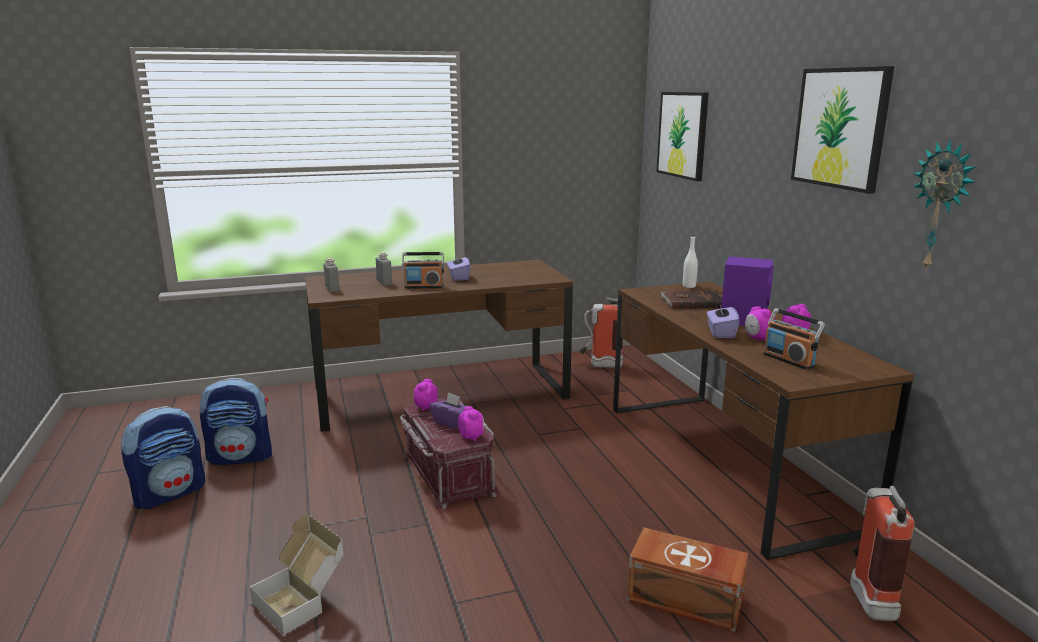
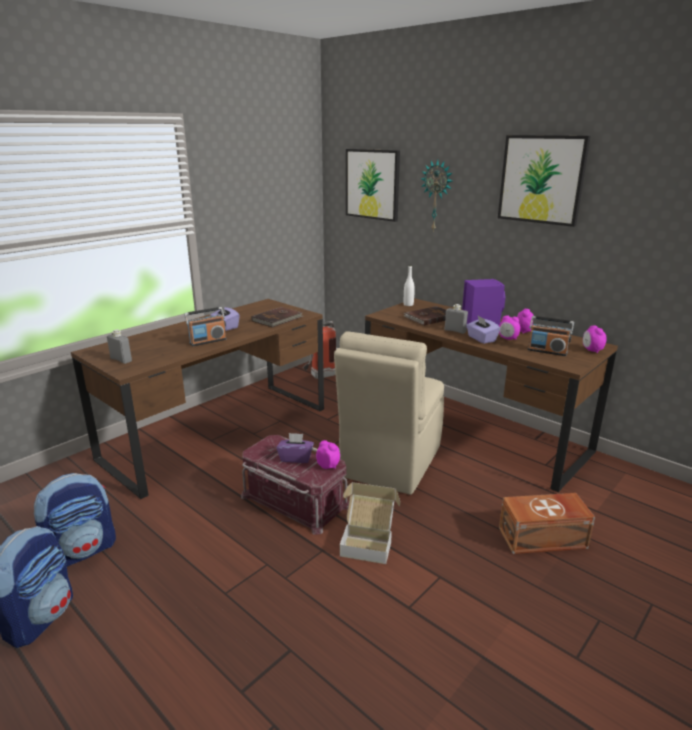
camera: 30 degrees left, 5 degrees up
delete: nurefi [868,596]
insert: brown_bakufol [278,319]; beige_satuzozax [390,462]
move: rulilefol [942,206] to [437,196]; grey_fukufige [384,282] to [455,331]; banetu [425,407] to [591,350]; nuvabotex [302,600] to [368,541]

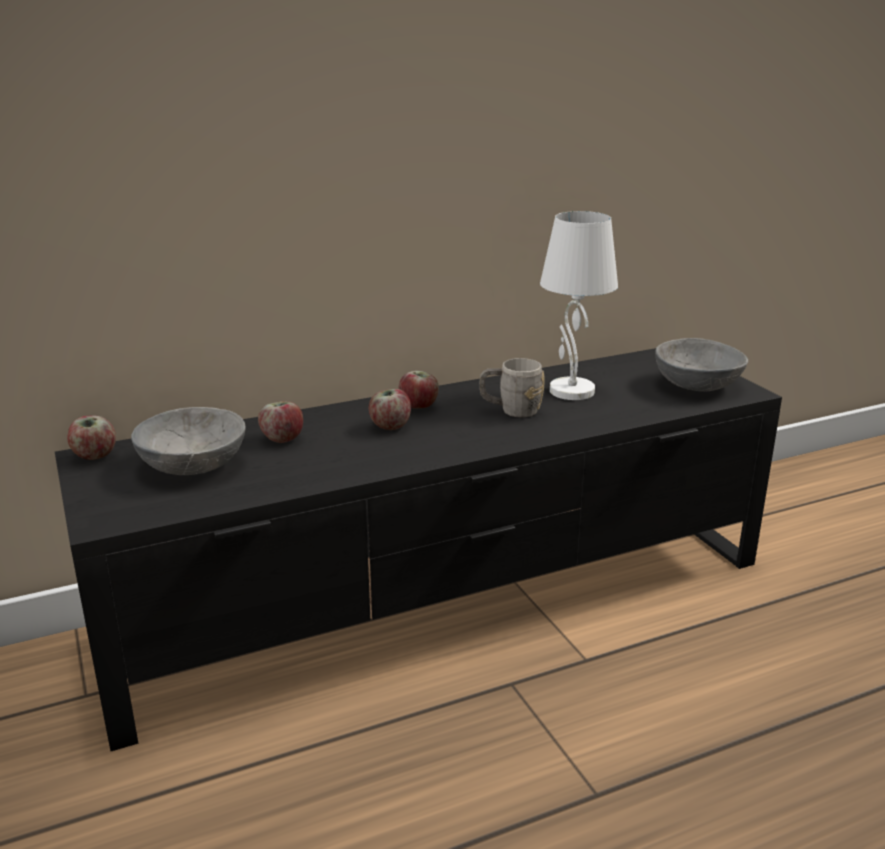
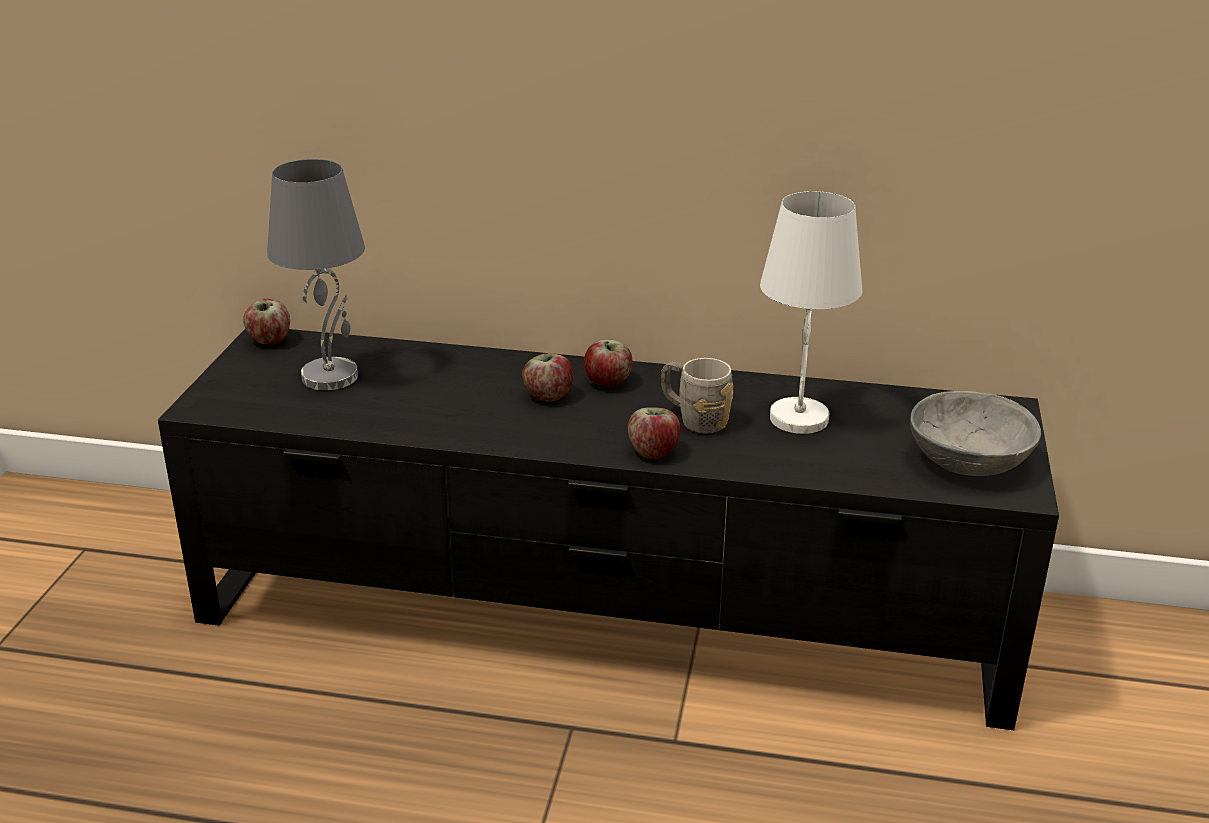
camera: 35 degrees right, 5 degrees up
move: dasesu [282,438] to [654,452]
replace: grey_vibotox [192,464] to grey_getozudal [330,376]

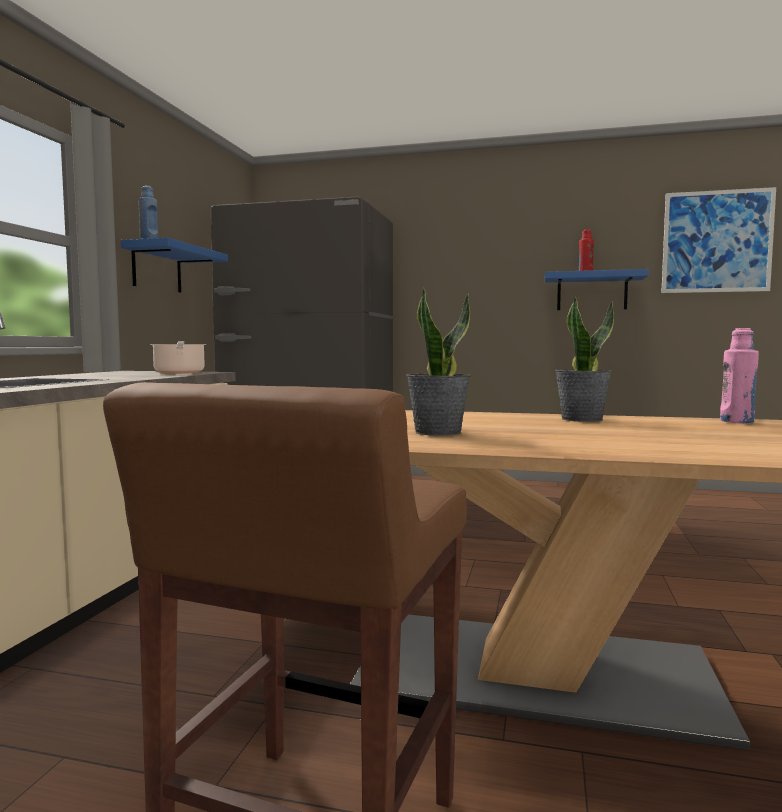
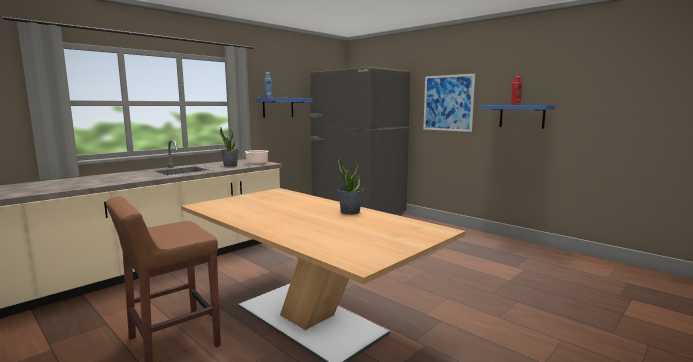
camera: 30 degrees right, 5 degrees up
delete: pink_fukufige [736,421]
move: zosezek [716,241] to [448,103]; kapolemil [437,432] to [230,165]

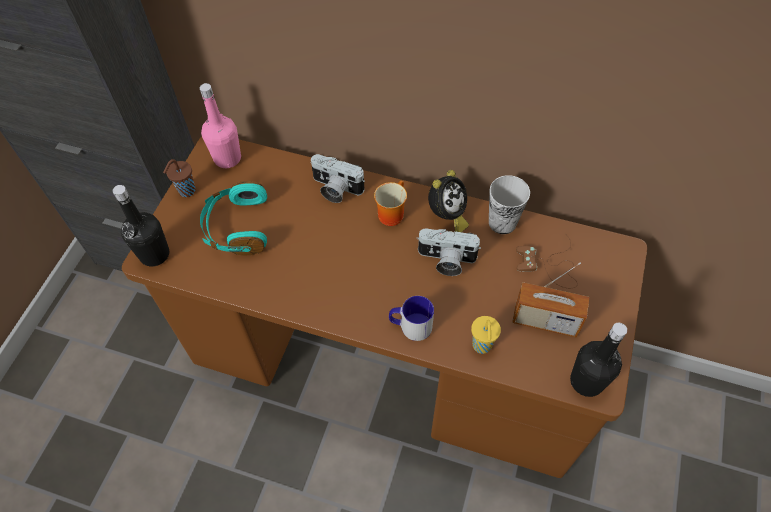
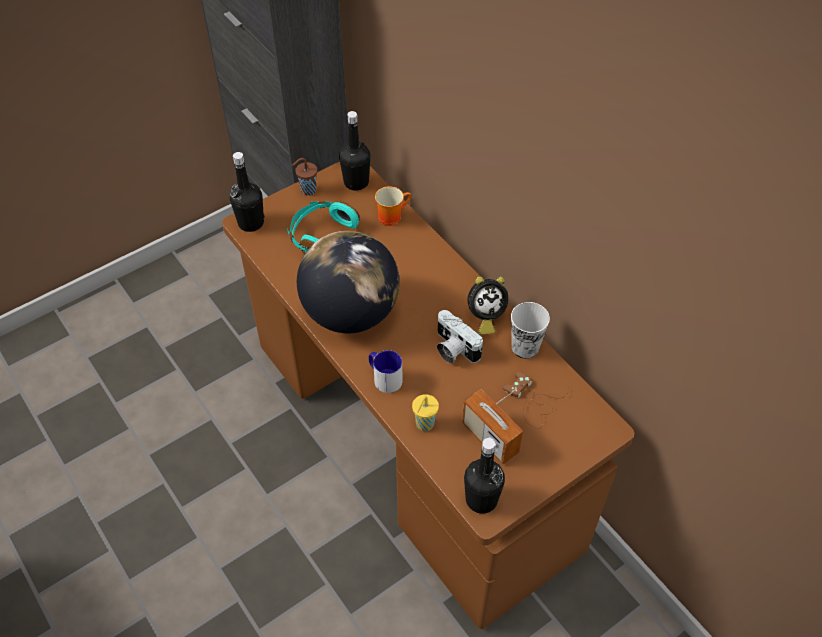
camera: 35 degrees right, 5 degrees down
delete: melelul [335,189]
insert: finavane [350,313]
move: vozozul [390,212] to [391,215]
recolor: pink_fukufige [227,158] to black_fukufige [356,182]

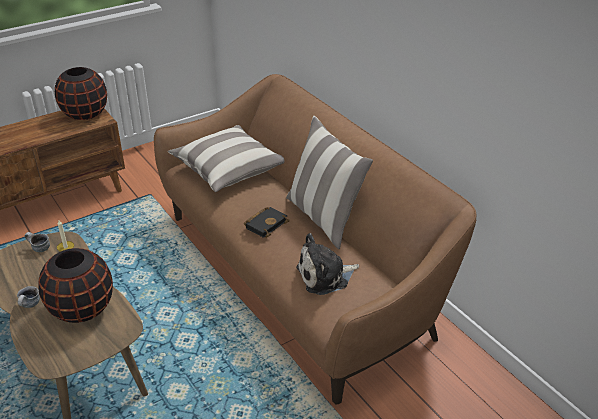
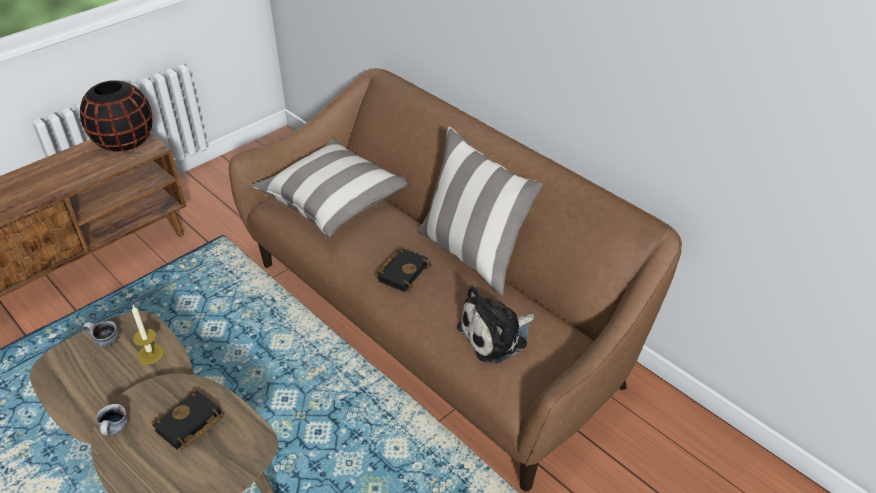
camera: 10 degrees left, 5 degrees up
replace: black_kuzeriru [82,309] to black_bakufol [189,425]

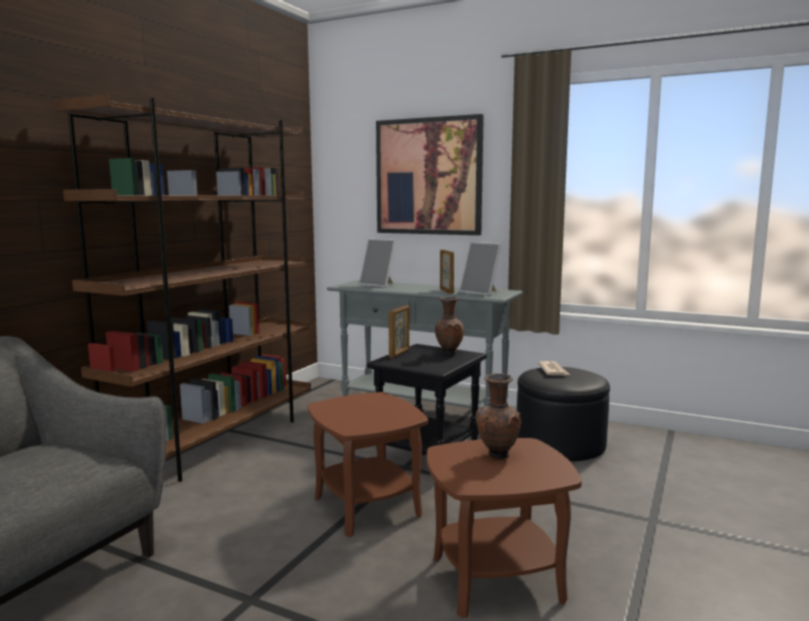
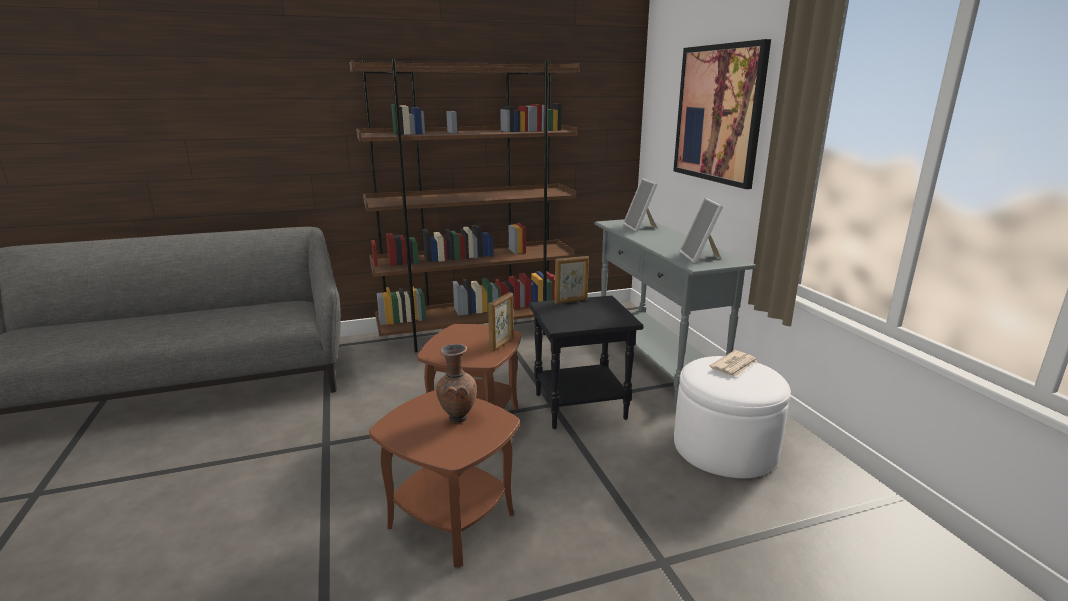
camera: 45 degrees right, 10 degrees up
delete: brown_kuzeriru [448,353]
move: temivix [446,291] to [502,344]
recolor: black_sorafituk [560,444] to white_sorafituk [724,447]

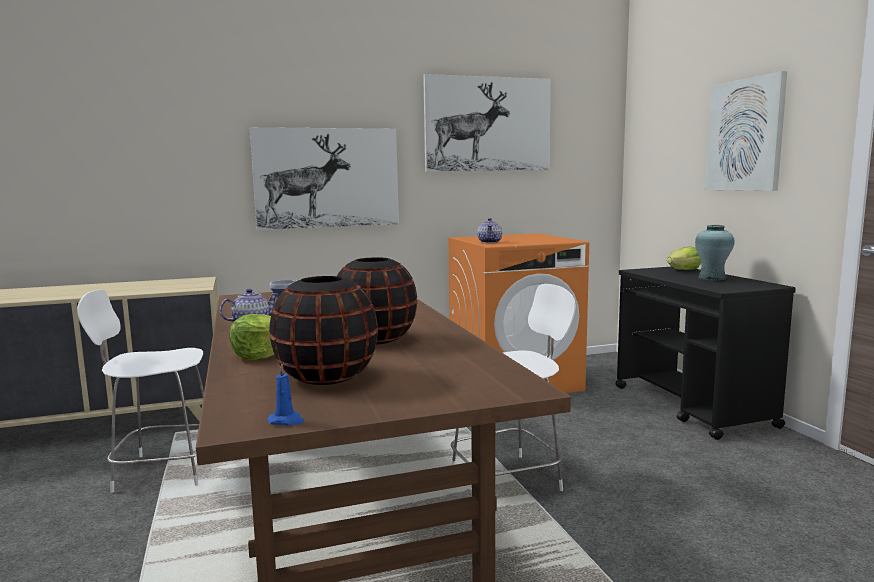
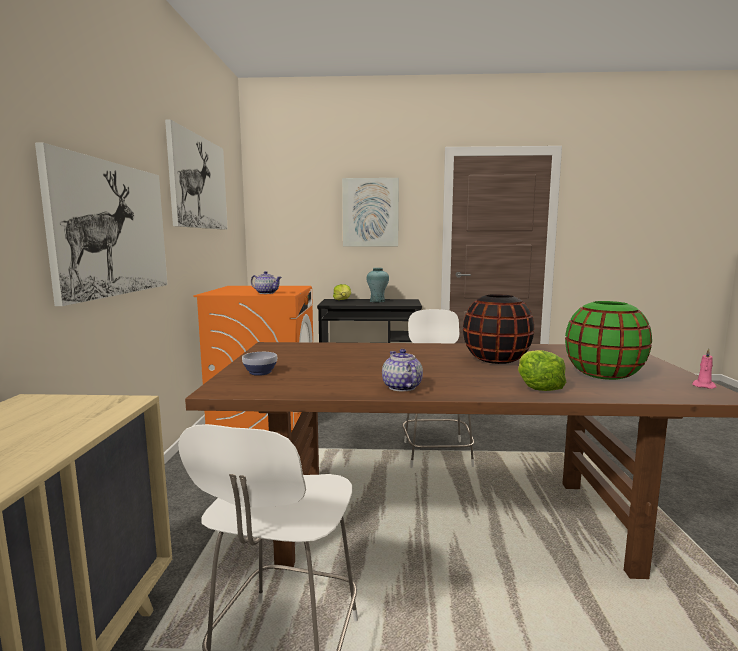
camera: 70 degrees left, 0 degrees up
recolor: black_kuzeriru [326,377] to green_kuzeriru [603,375]; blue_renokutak [286,421] to pink_renokutak [703,386]

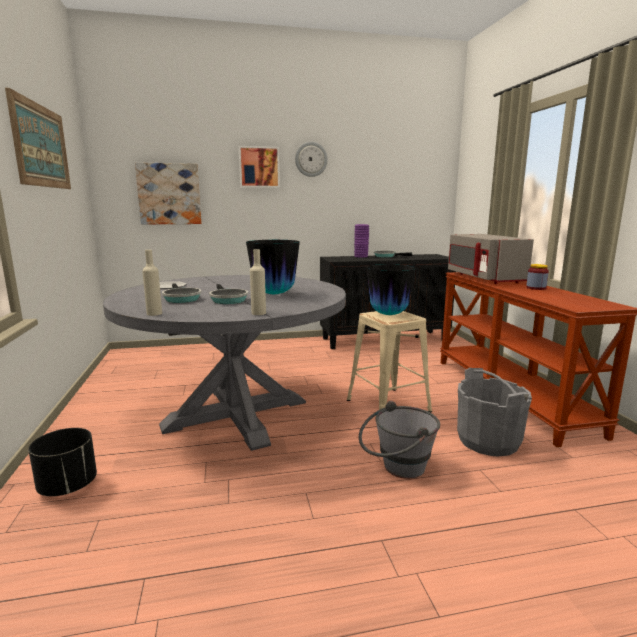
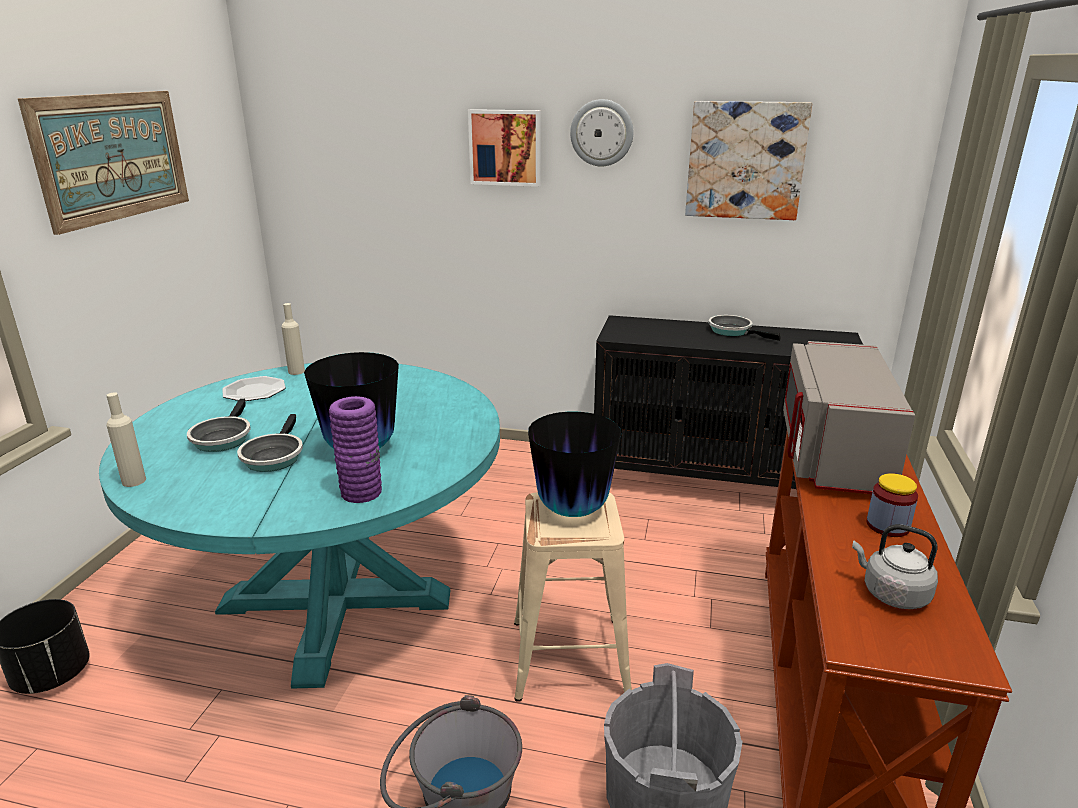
camera: 25 degrees right, 10 degrees up
insert: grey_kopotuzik [891,594]
move: zosezek [169,194] to [745,160]; purple_kuzeriru [361,256] to [361,492]; beige_fukufige [258,313] to [296,371]
recolor: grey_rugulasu [236,413] to turquoise_rugulasu [335,602]

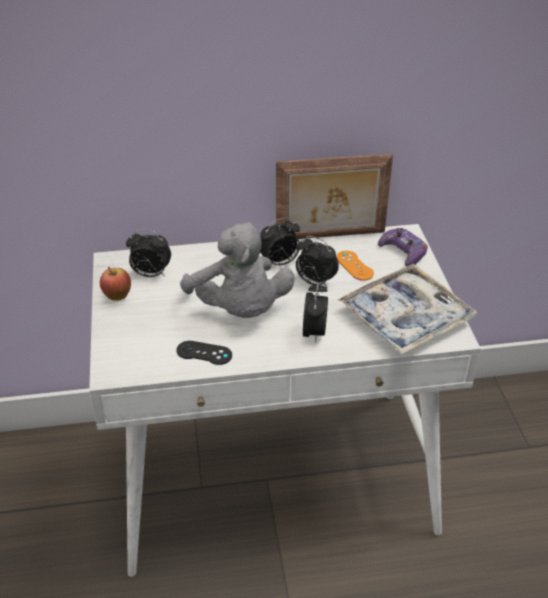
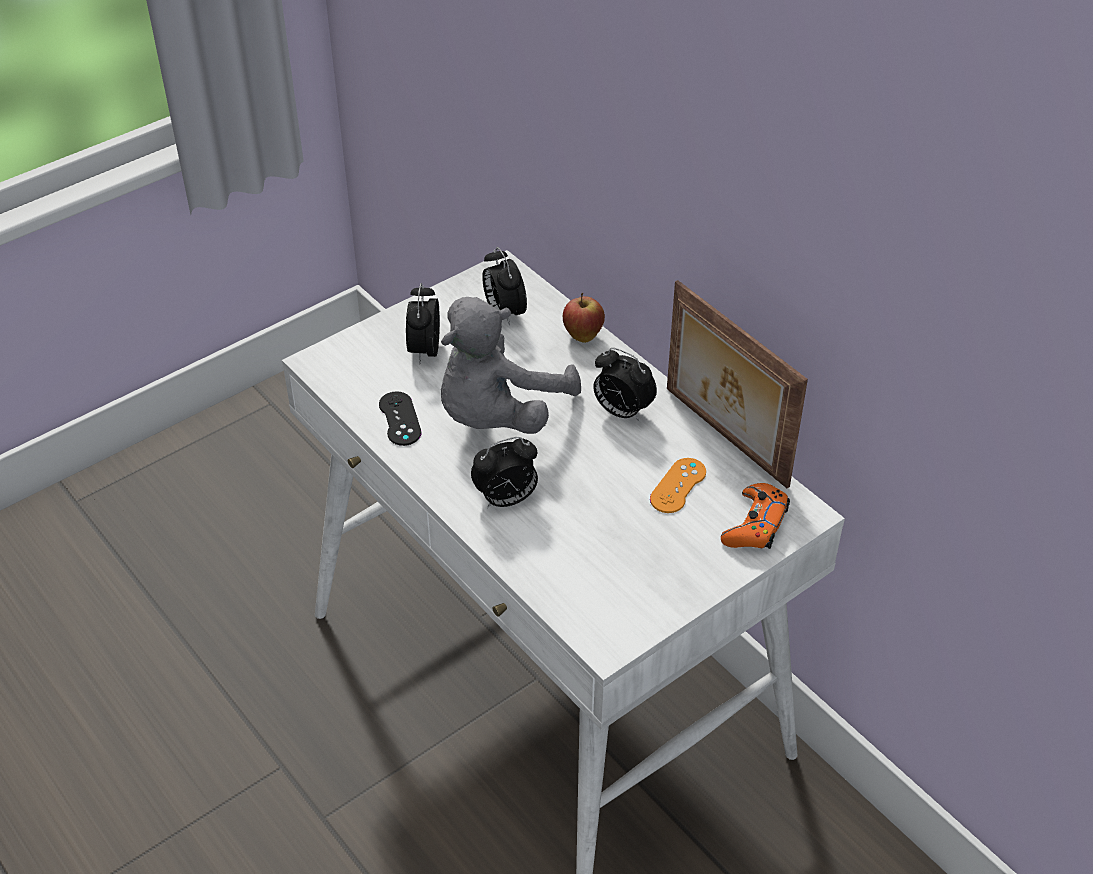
camera: 60 degrees right, 5 degrees up
delete: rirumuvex [405,317]
move: banetu [314,282] to [424,350]; dasesu [117,297] to [582,336]
recolor: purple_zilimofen [403,252] to orange_zilimofen [755,525]

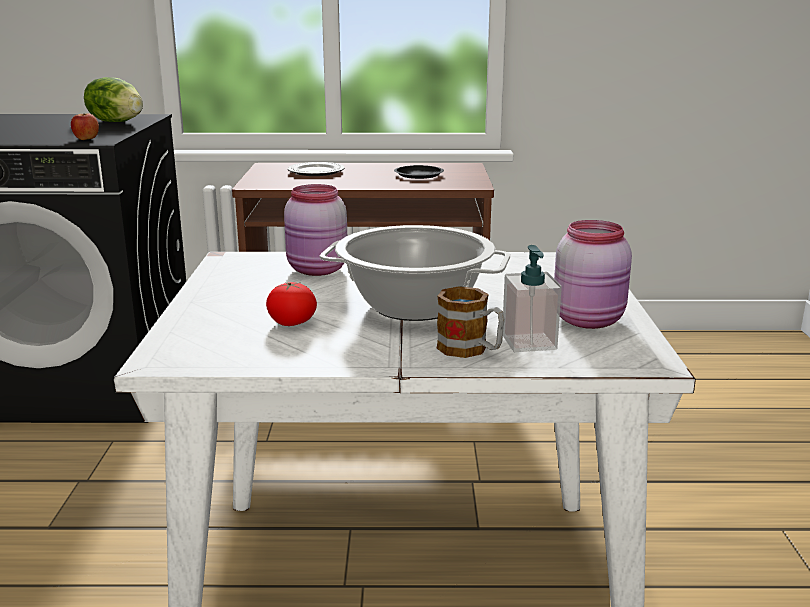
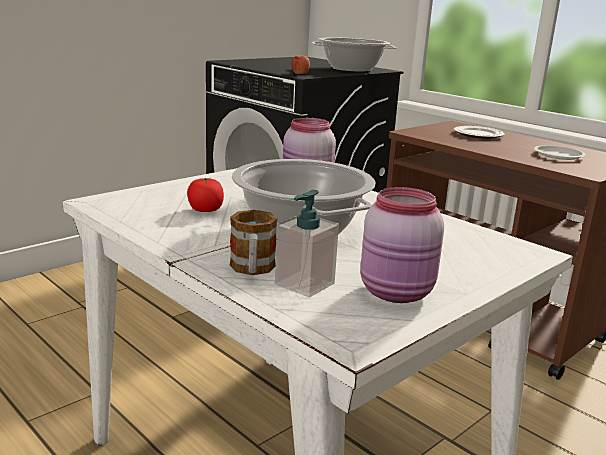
camera: 45 degrees right, 0 degrees up
replace: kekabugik [117,122] to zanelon [352,69]
recolor: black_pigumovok [419,175] to white_pigumovok [559,155]

